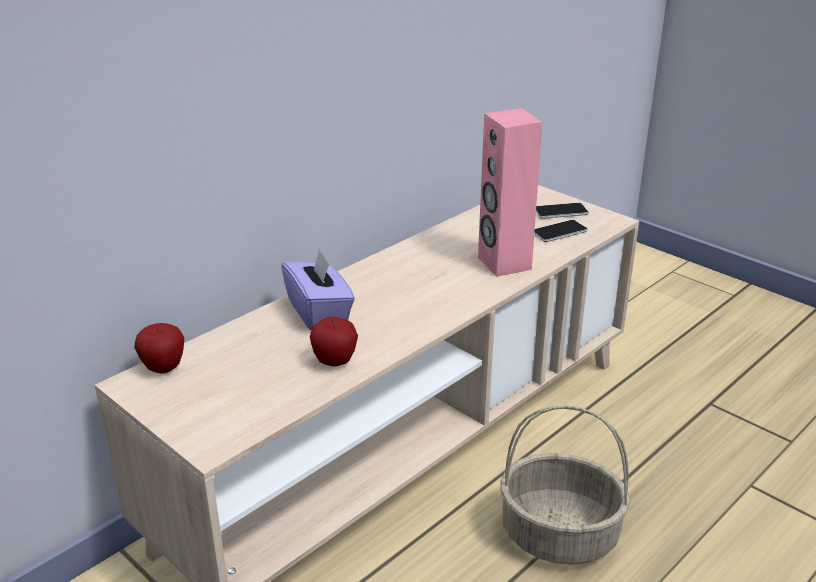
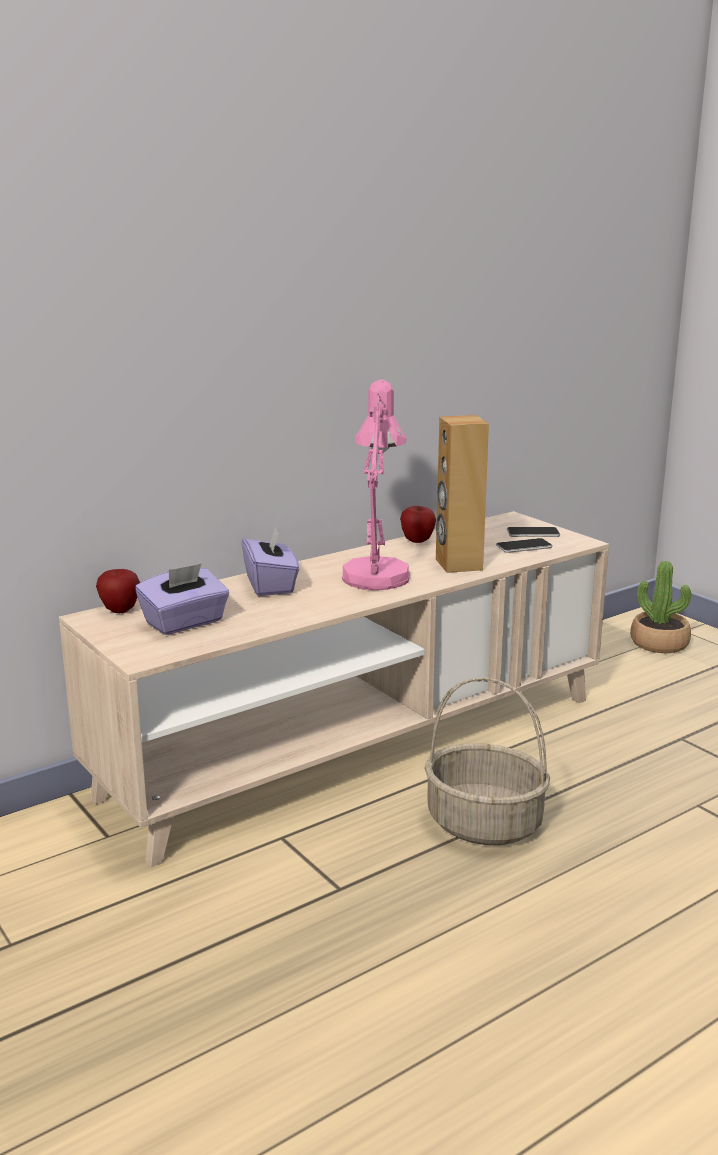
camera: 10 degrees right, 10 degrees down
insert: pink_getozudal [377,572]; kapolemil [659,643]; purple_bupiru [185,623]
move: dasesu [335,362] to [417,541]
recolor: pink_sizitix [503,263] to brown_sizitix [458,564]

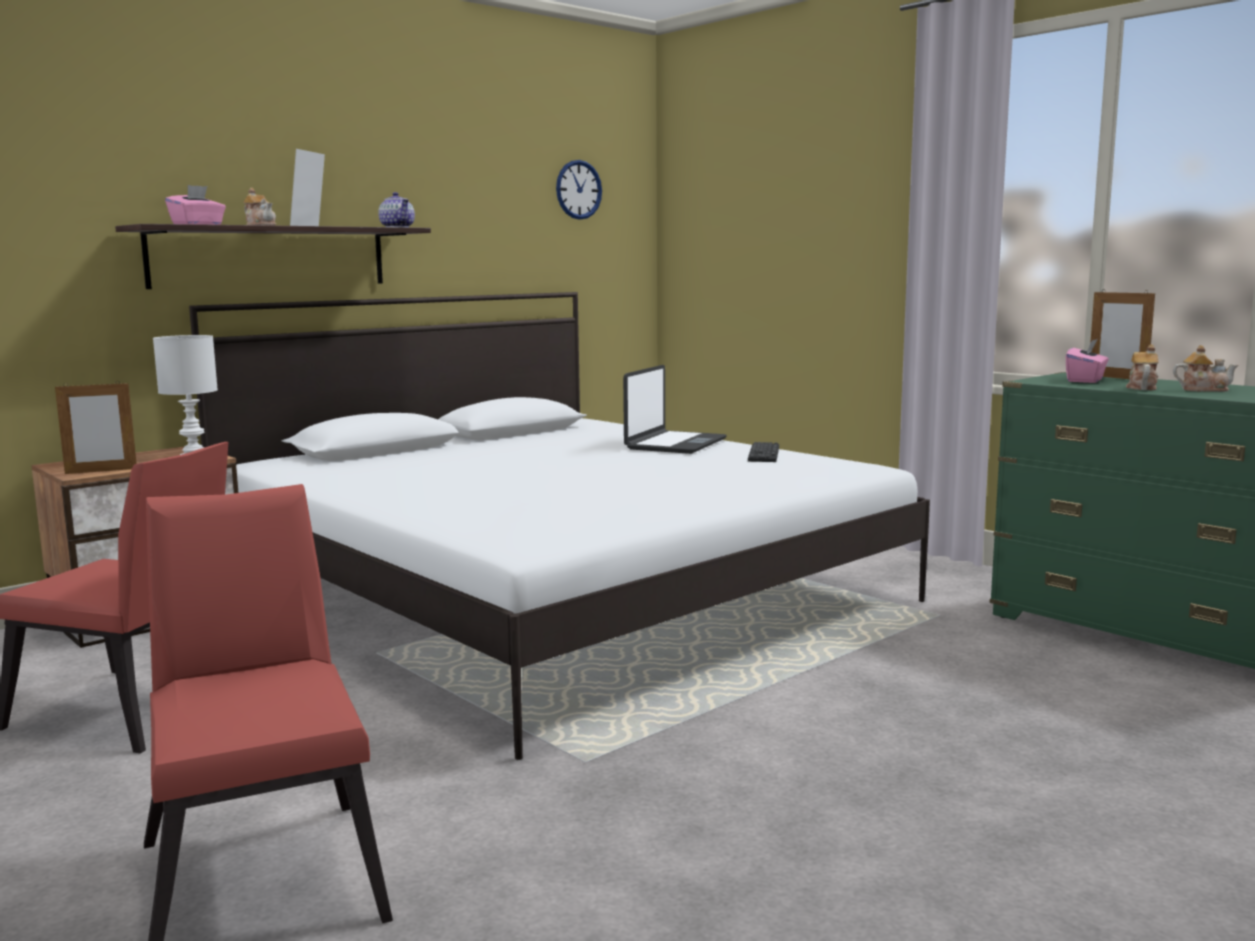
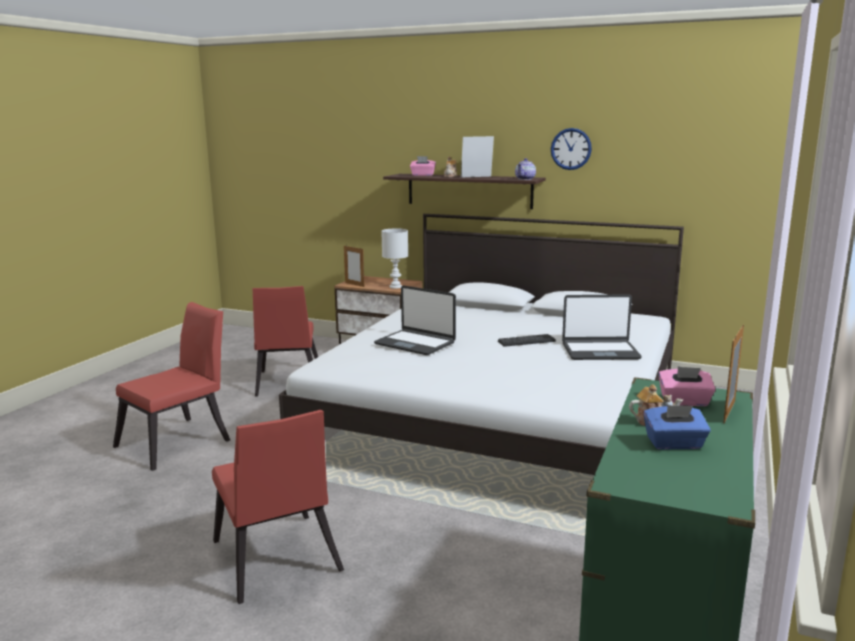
camera: 65 degrees right, 5 degrees up
insert: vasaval [415,343]; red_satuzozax [276,562]
move: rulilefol [578,189] to [571,149]; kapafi [764,453] to [526,341]
replace: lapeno [1203,390] to blue_bupiru [674,444]

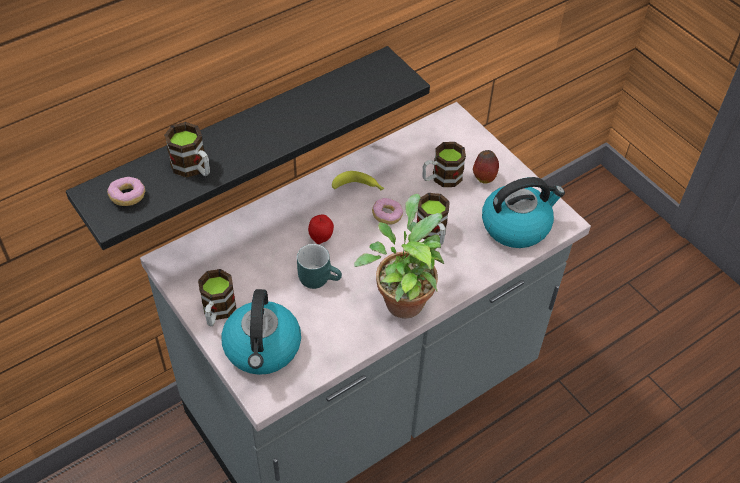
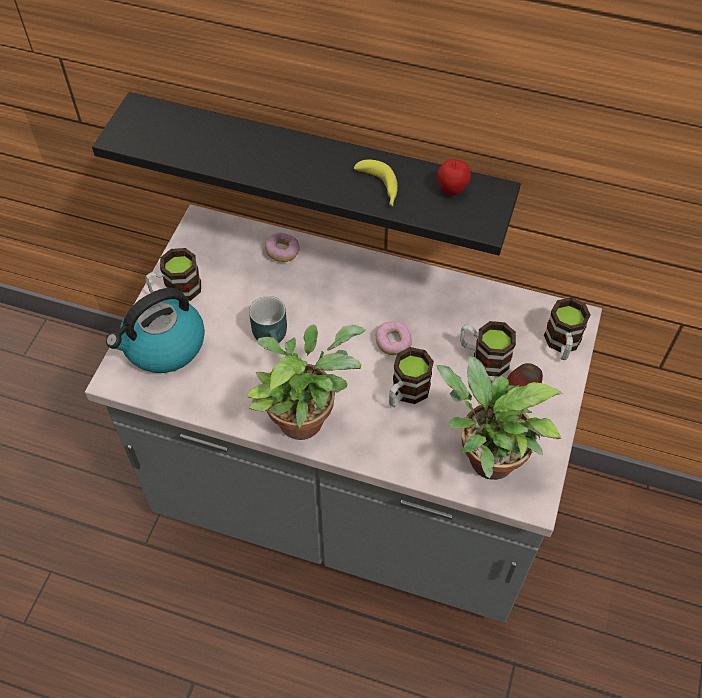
camera: 55 degrees right, 5 degrees up
move: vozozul [193,168] to [562,344]; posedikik [359,187] to [379,188]; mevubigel [128,197] to [282,252]; dasesu [321,238] to [451,191]
replace: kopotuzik [516,225] to kapolemil [485,459]

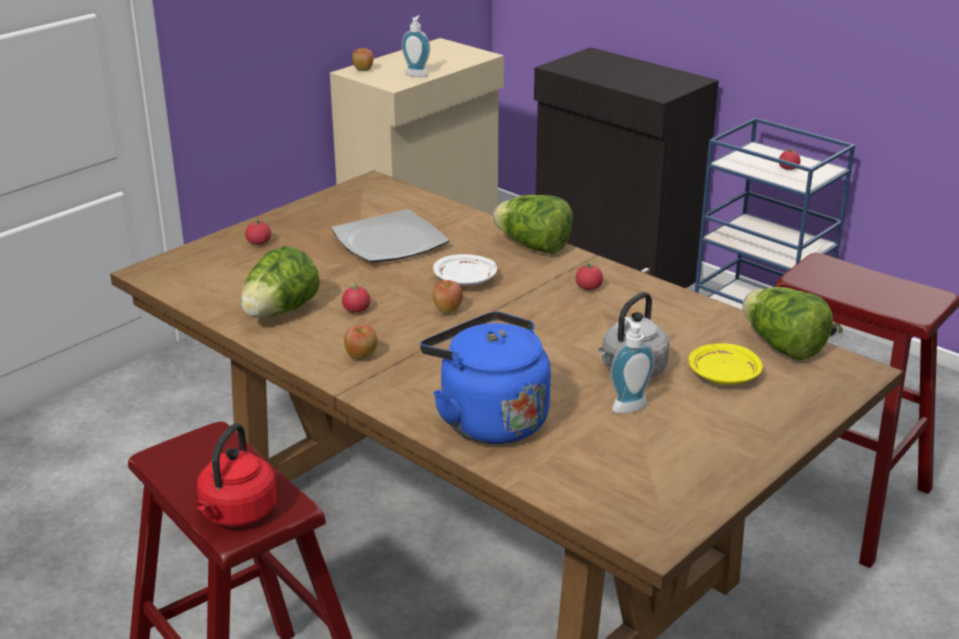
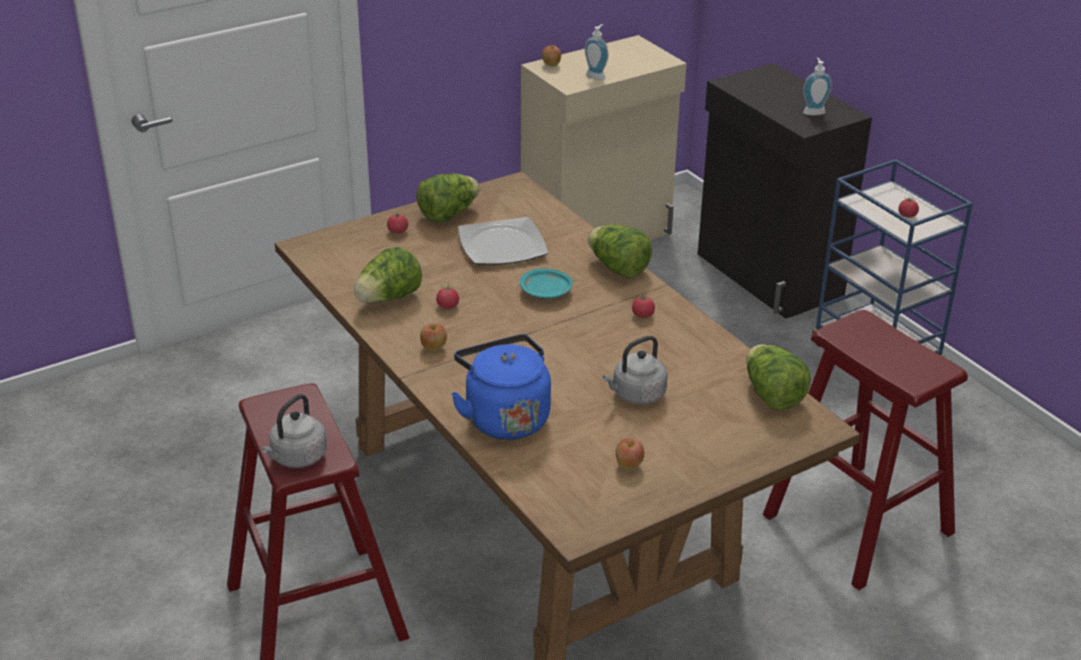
camera: 15 degrees right, 5 degrees up
delete: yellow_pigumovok [723,376]
insert: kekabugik [448,214]
move: dasesu [447,310] to [628,465]; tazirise [627,405] to [813,111]
recolor: white_pigumovok [466,280] to turquoise_pigumovok [546,292]; red_kopotuzik [237,514] to grey_kopotuzik [297,458]

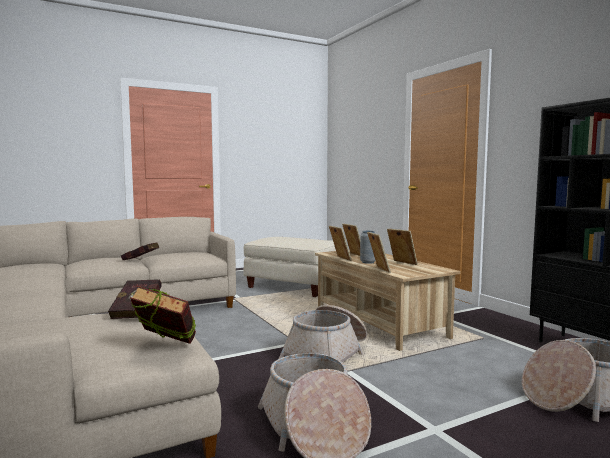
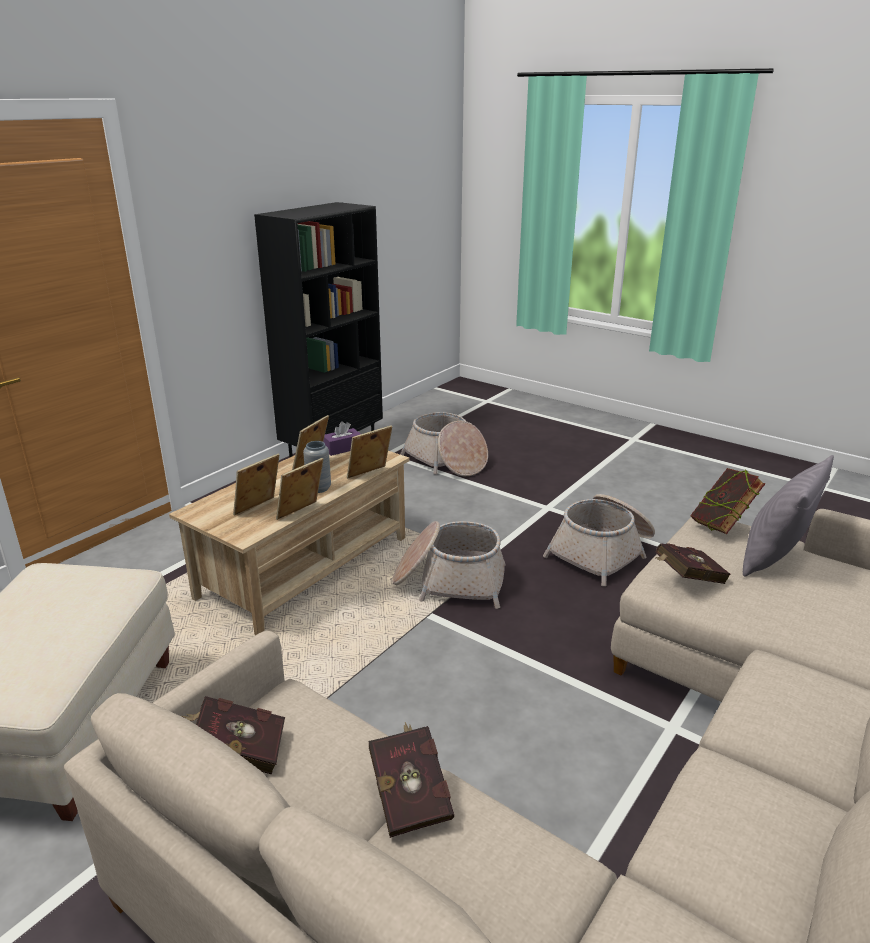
camera: 115 degrees left, 20 degrees up
insert: purple_bupiru [342,448]; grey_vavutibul [774,558]; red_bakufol [236,751]

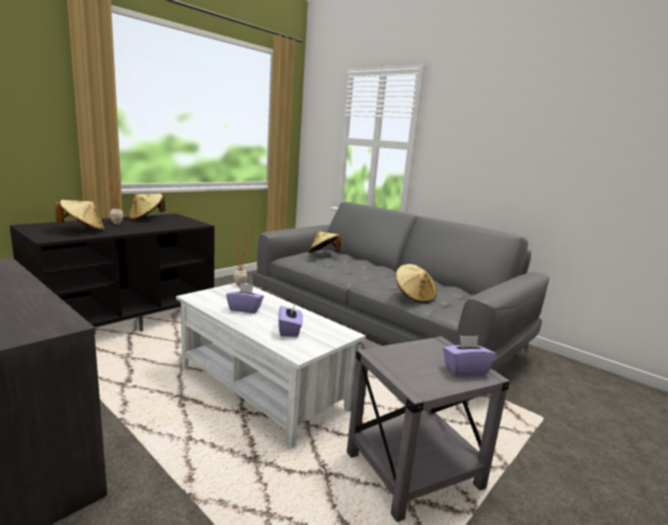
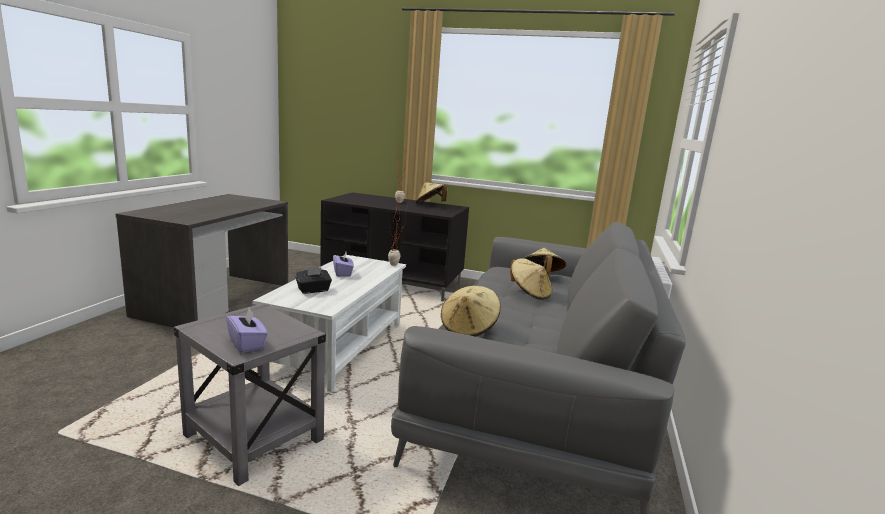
camera: 65 degrees right, 0 degrees up
move: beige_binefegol [83,230] to [529,293]
recolor: purple_bupiru [289,330] to black_bupiru [313,290]

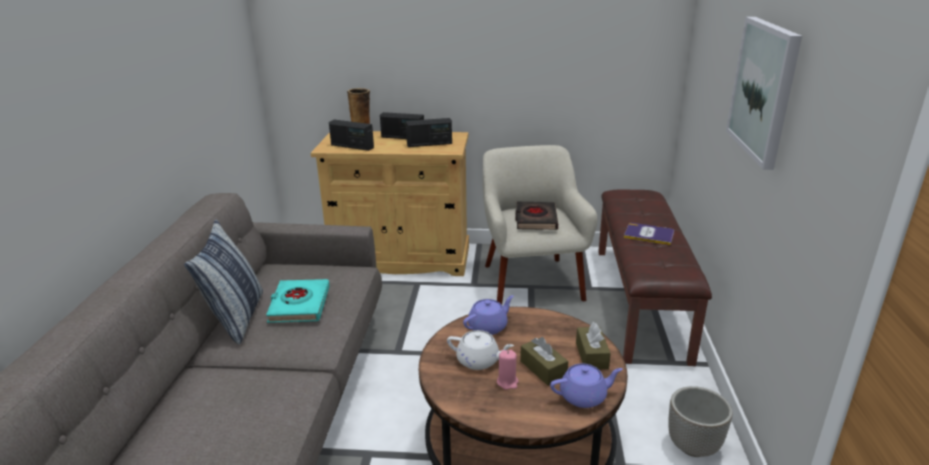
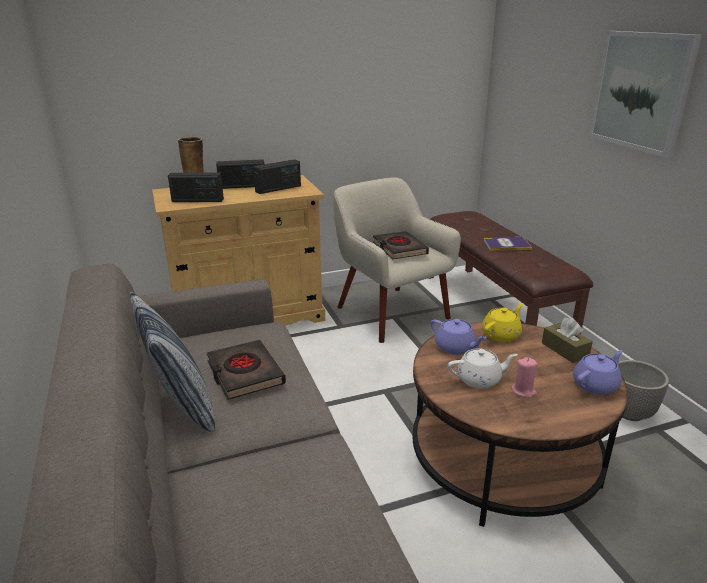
camera: 25 degrees left, 0 degrees up
delete: brown_bupiru [543,369]
insert: yellow_lapeno [501,335]
recolor: turquoise_bakufol [299,305] to black_bakufol [245,374]
rotate: purple_lapeno [488,327] = [455,348] 105 degrees clockwise

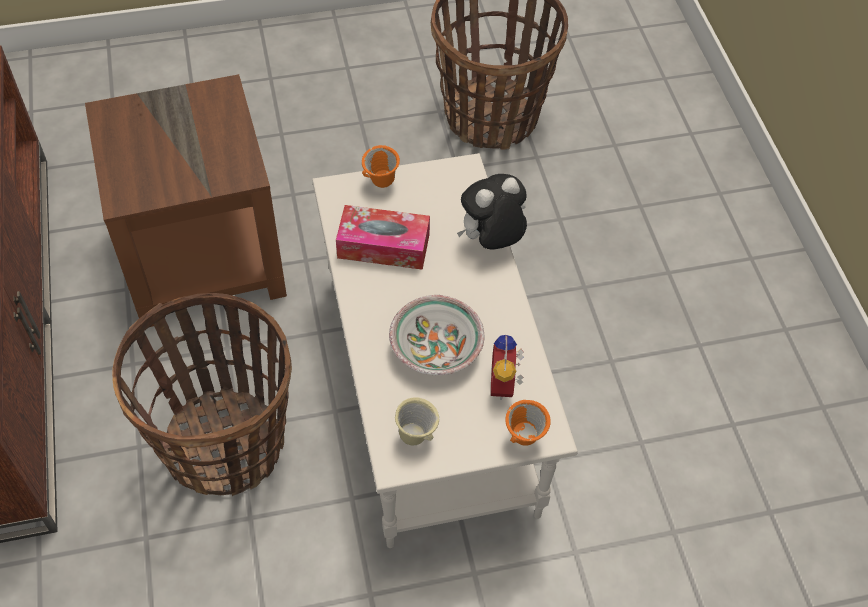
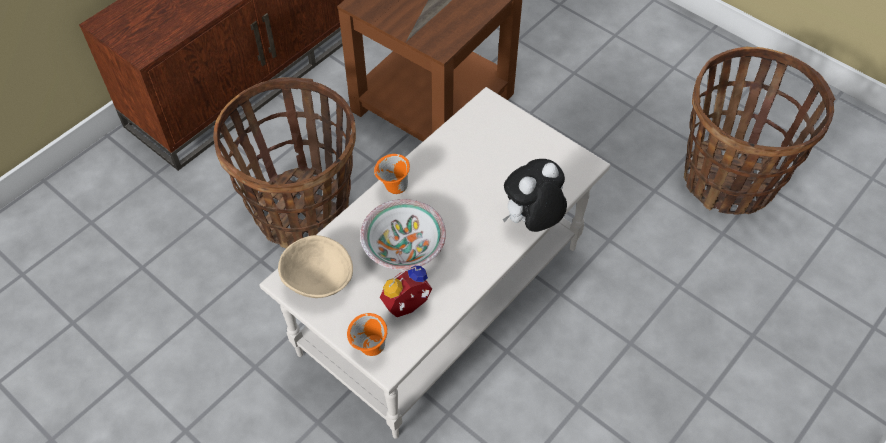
camera: 55 degrees right, 0 degrees up
delete: bupiru [383,246]
move: orange_vozozul [381,184] to [393,188]
replace: beige_vozozul [416,437] to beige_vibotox [319,280]
rotate: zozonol [491,241] = [532,221] 60 degrees counterclockwise

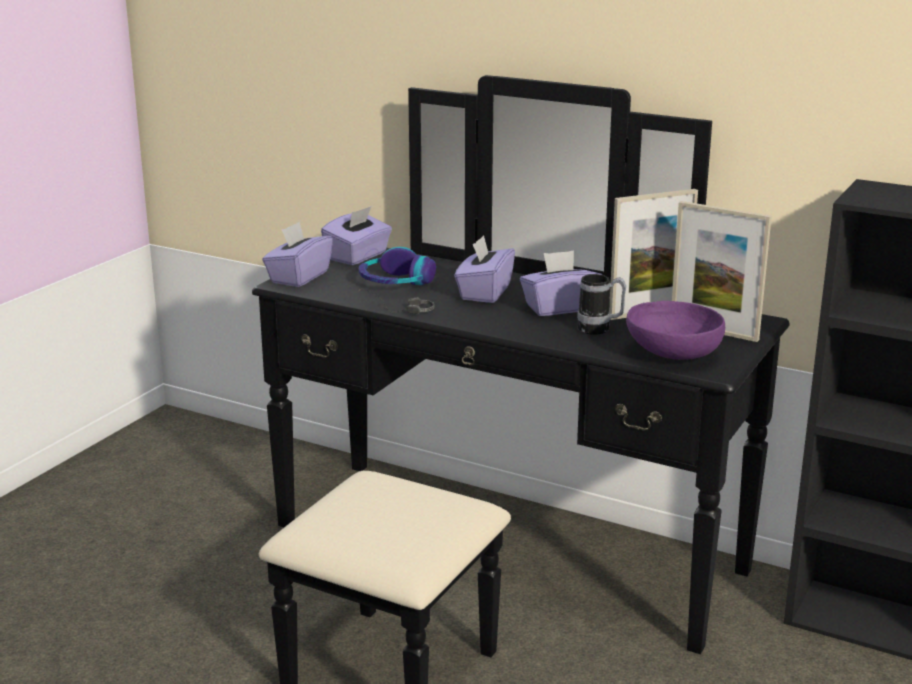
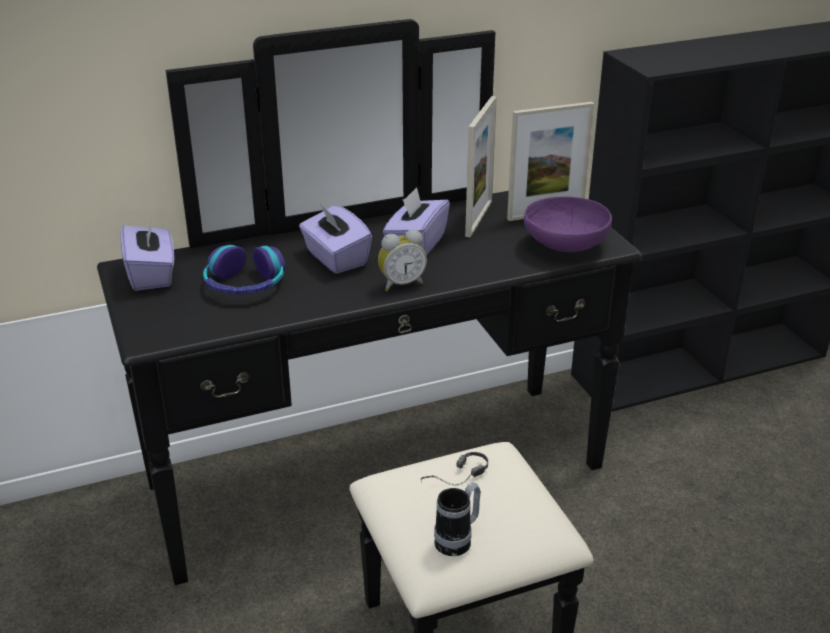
camera: 50 degrees left, 10 degrees up
delete: purple_bupiru [298,277]
insert: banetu [401,284]
move: vozozul [600,329] to [458,540]; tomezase [396,310] to [456,480]

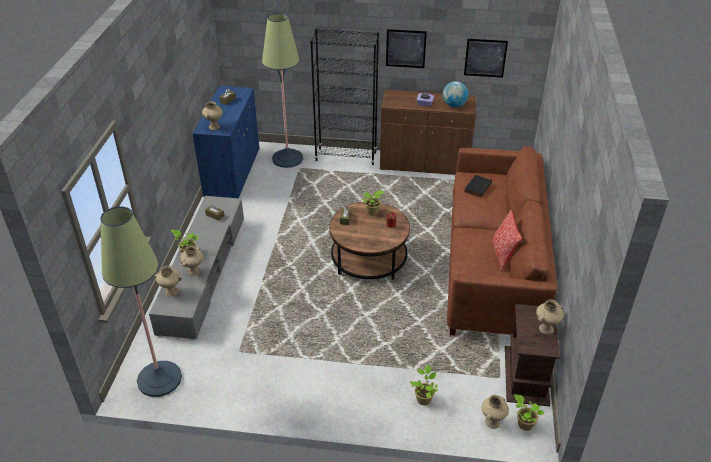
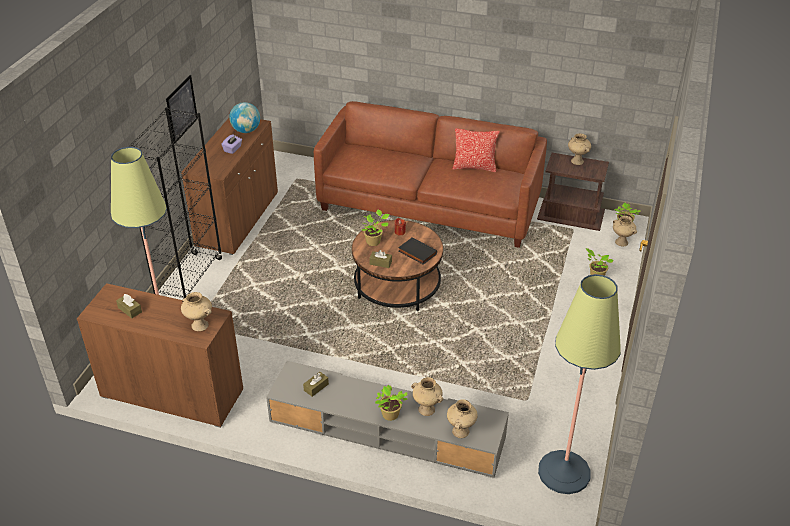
camera: 80 degrees left, 0 degrees up
delete: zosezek [485,58]
move: black_bakufol [477,187] to [416,253]
recolor: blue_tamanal [232,172] to brown_tamanal [172,393]

